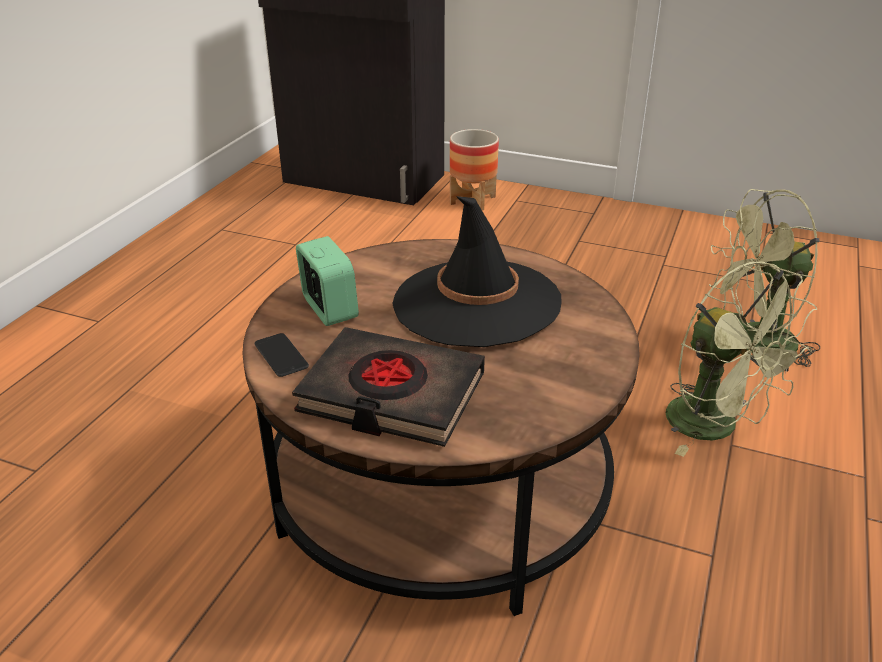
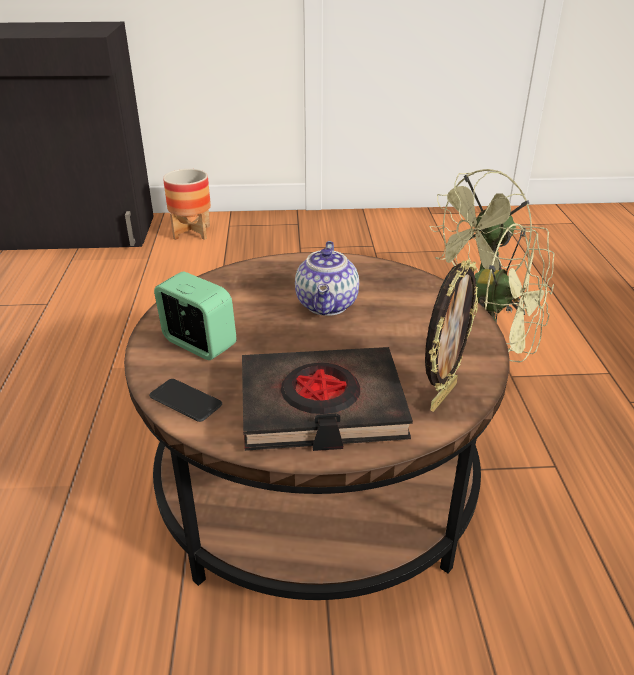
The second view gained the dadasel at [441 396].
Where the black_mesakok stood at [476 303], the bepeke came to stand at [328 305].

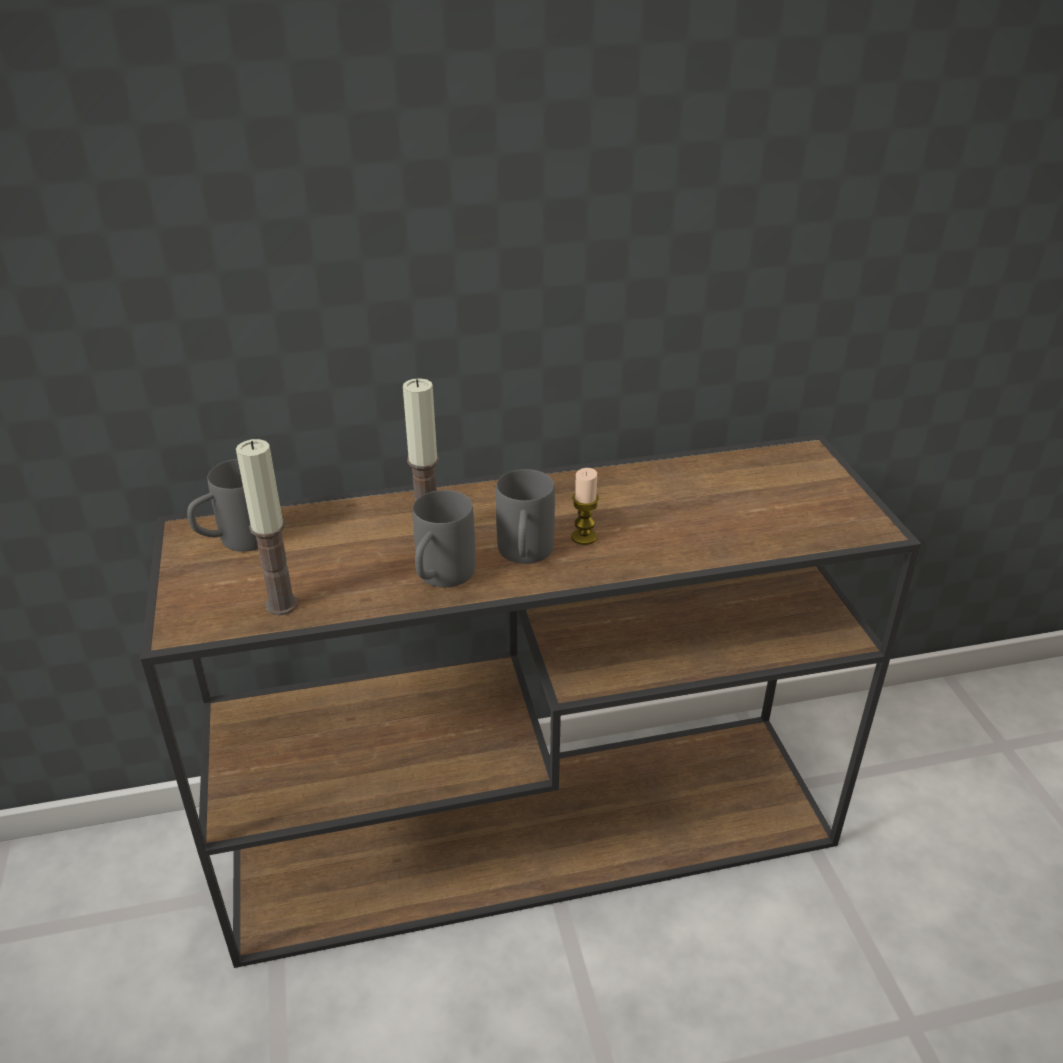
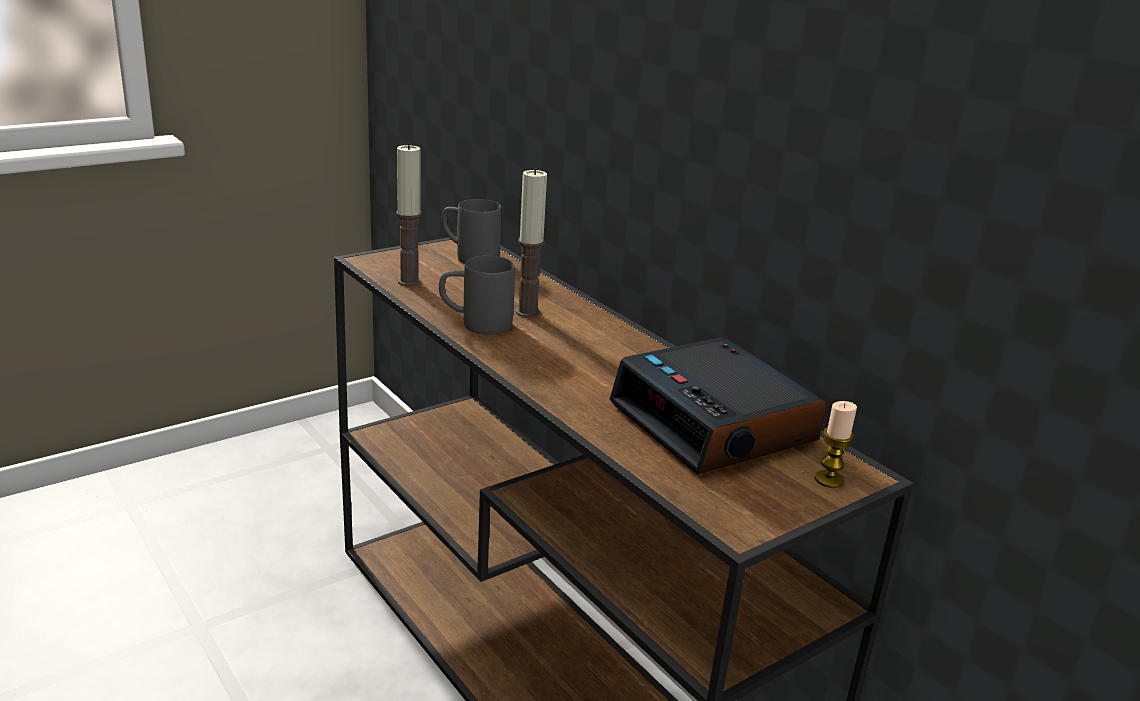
The second view lost the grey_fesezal at [524 556].
The second view gained the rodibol at [715 424].
The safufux ended up elsewhere, having gone from [584 537] to [829 479].

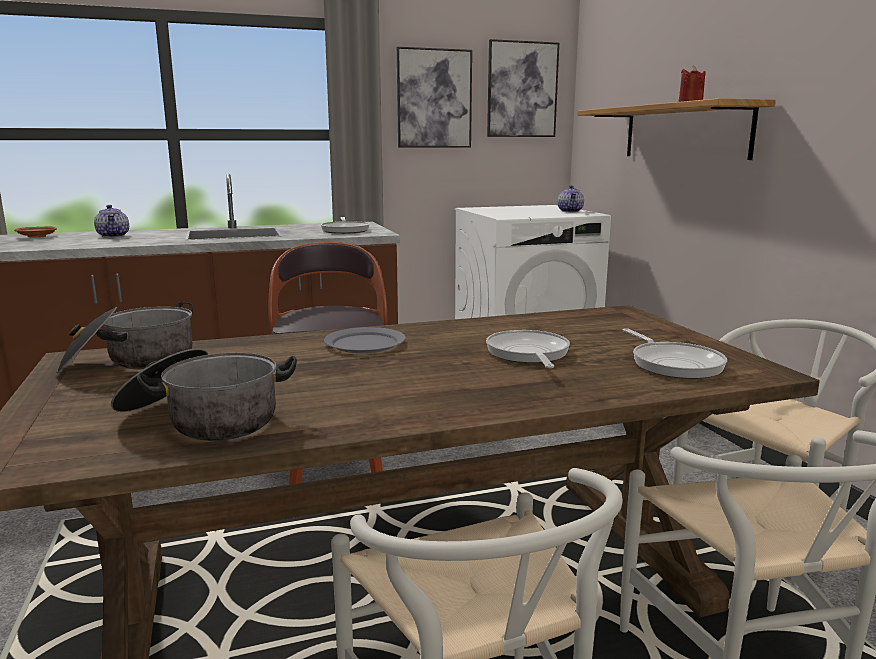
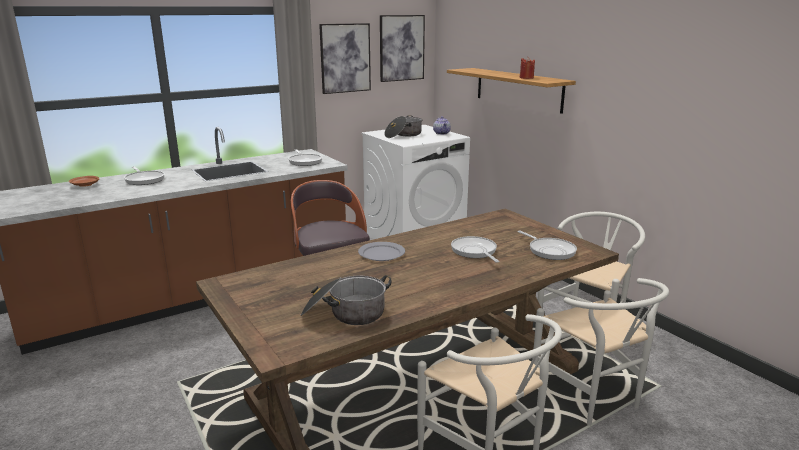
The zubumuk ended up elsewhere, having gone from [131 362] to [403 135].
Where the bepeke stood at [114 236], the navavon came to stand at [144 180].

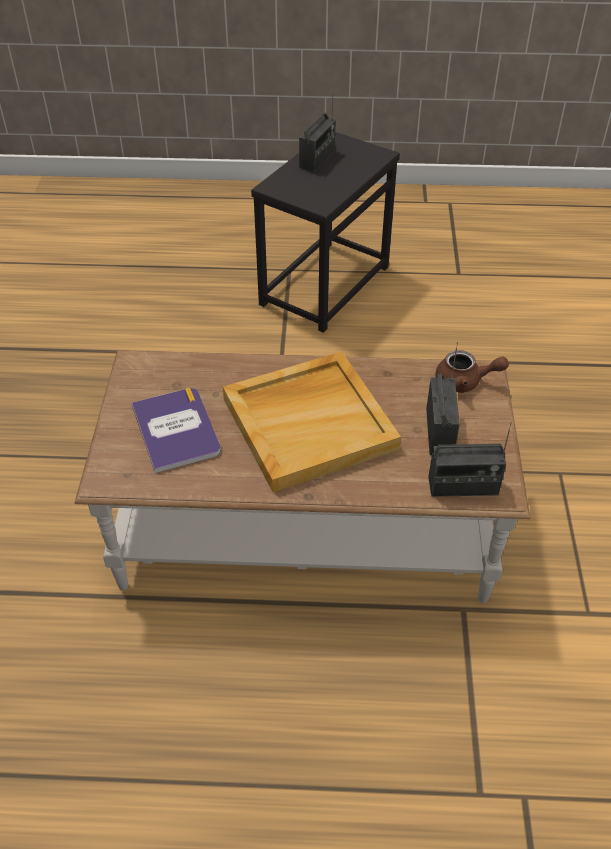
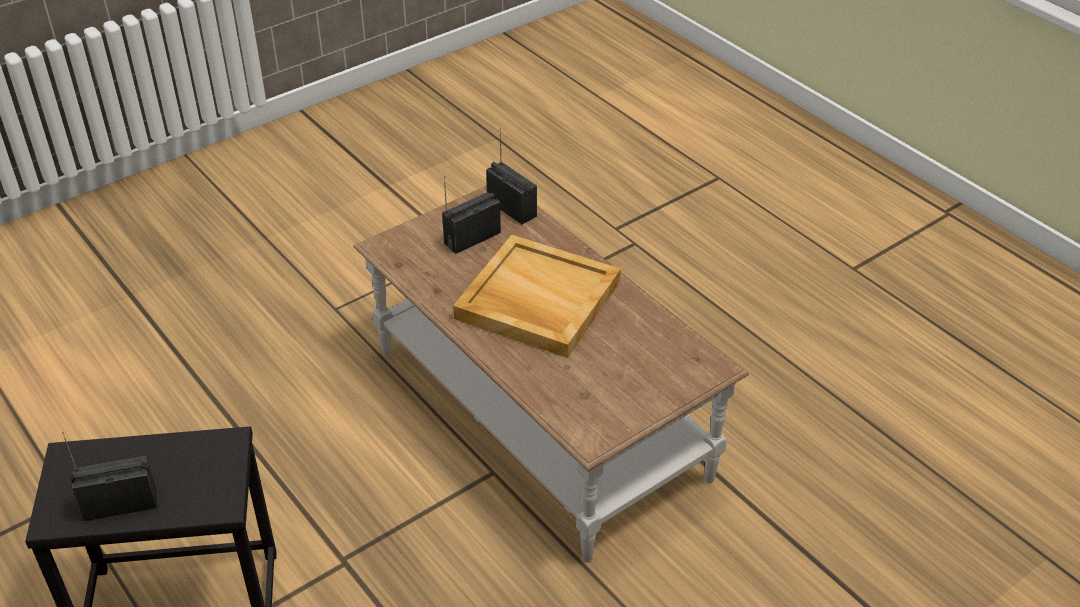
The second view lost the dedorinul at [176 430].
The second view lost the brown_bepeke at [465 382].

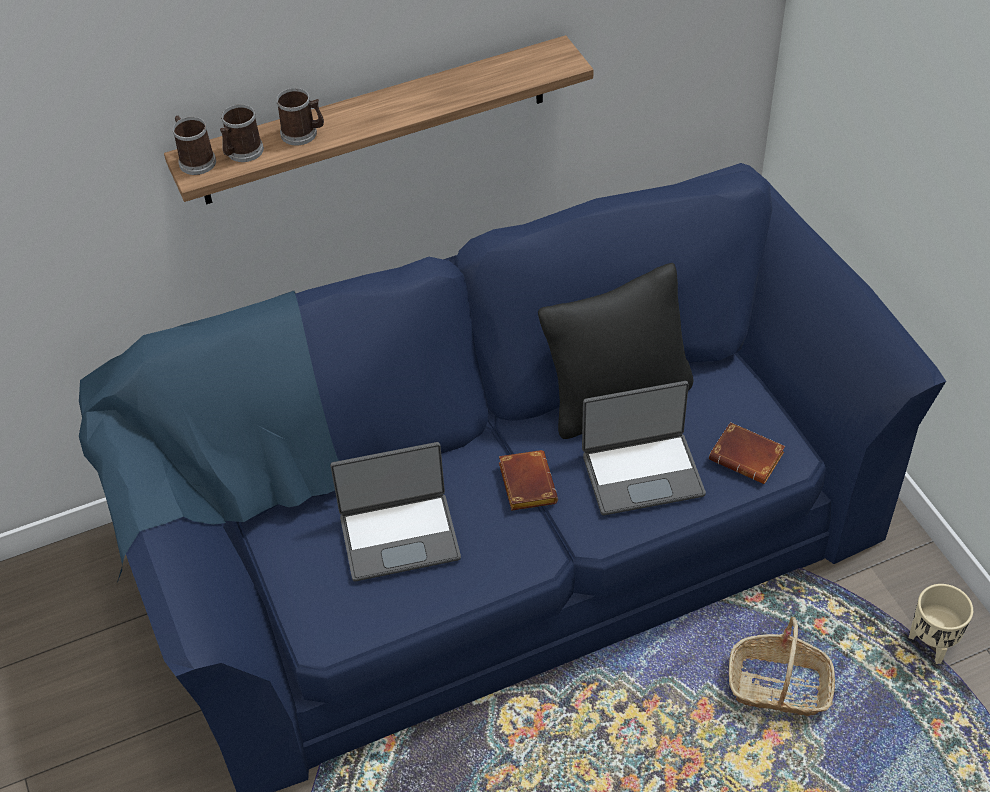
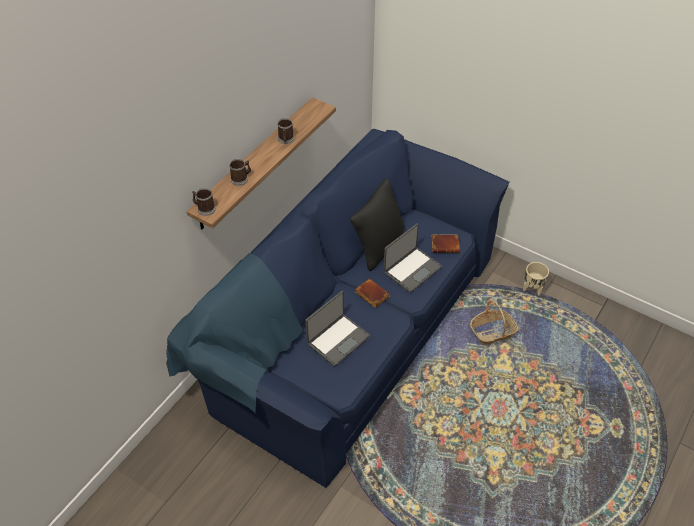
The fesezal ended up elsewhere, having gone from [242 152] to [285 139].

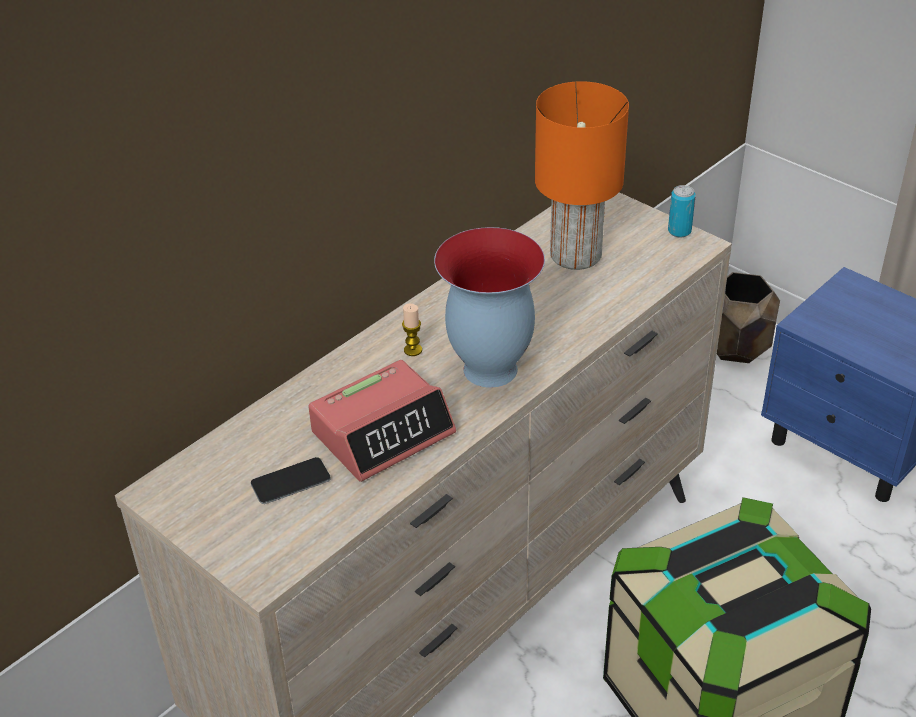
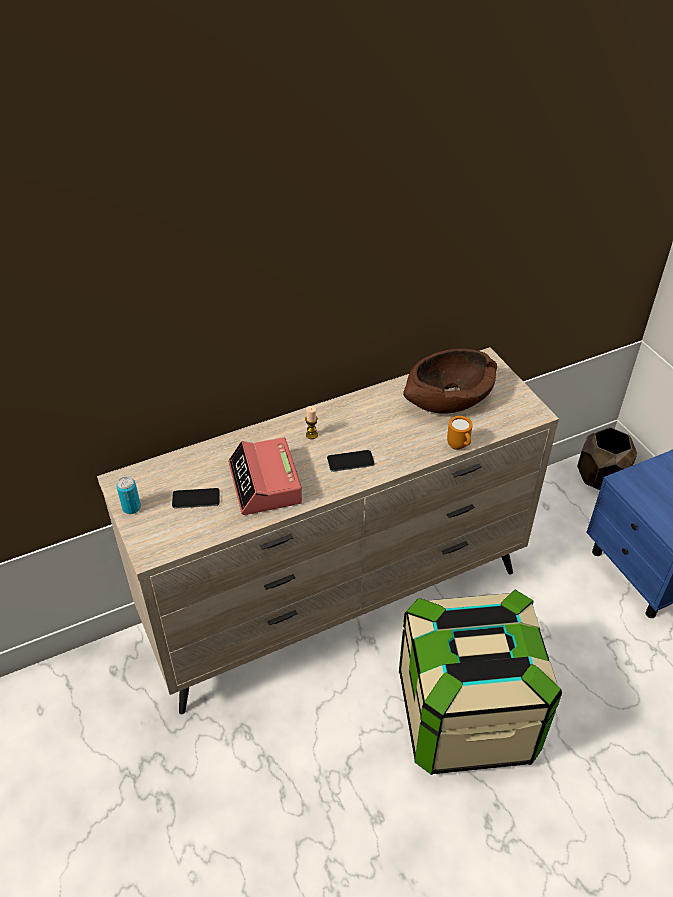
The second view gained the orange_fesezal at [459 447].
The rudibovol ended up elsewhere, having gone from [679 231] to [131 508].
Where the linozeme stood at [488 369], the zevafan came to stand at [350 461].
Where the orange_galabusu stood at [574 254], the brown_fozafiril came to stand at [448 397].
The rodibol at [383 432] ended up facing another way, 90 degrees clockwise from before.

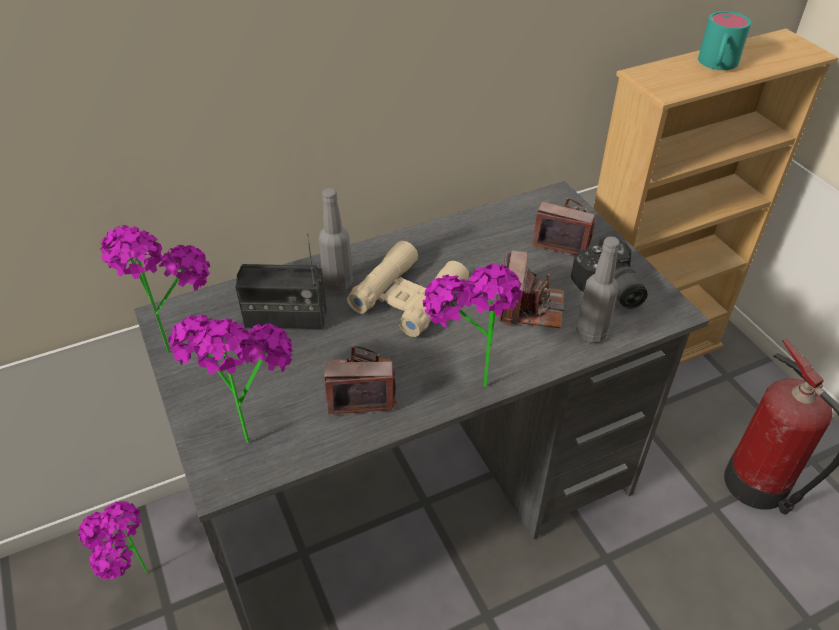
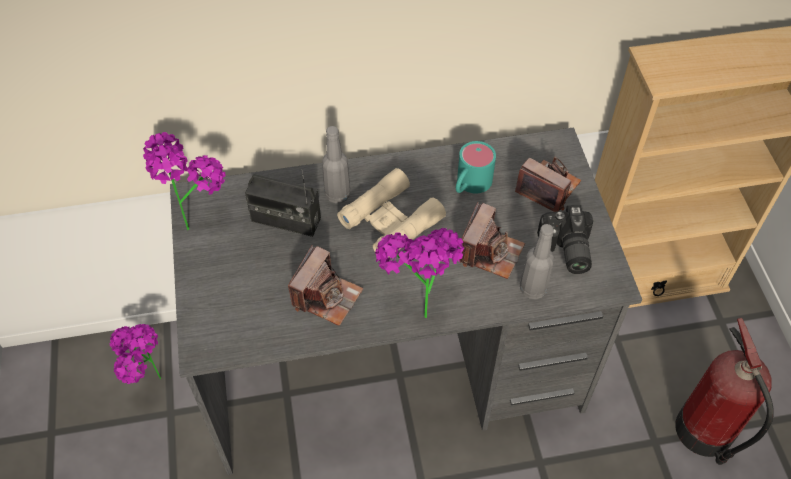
The second view lost the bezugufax at [246 425].
The turquoise_fesezal ended up elsewhere, having gone from [717 65] to [470 185].
The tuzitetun at [360 388] ended up facing another way, 105 degrees clockwise from before.

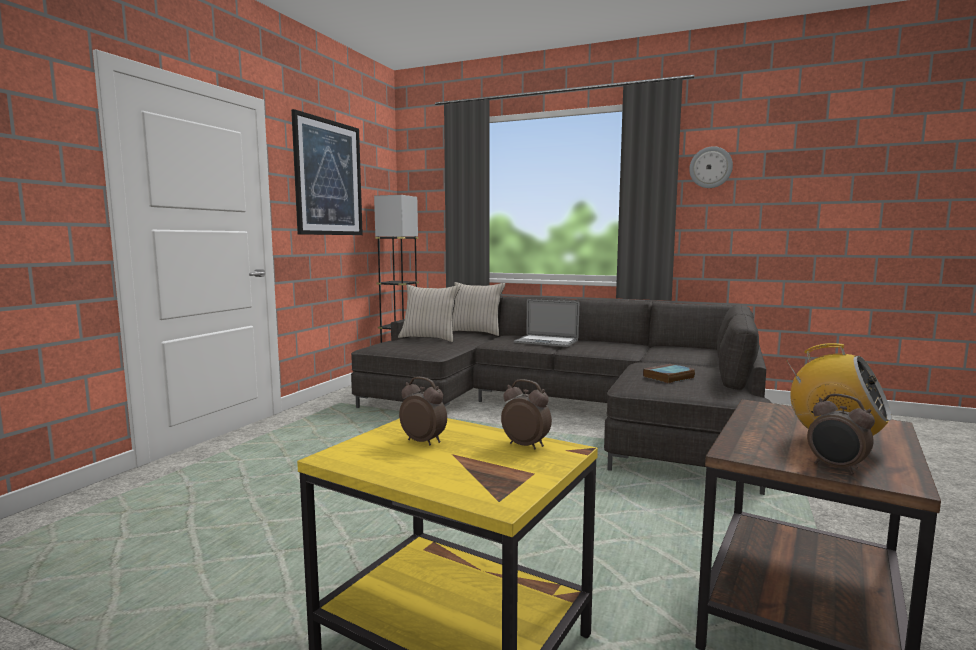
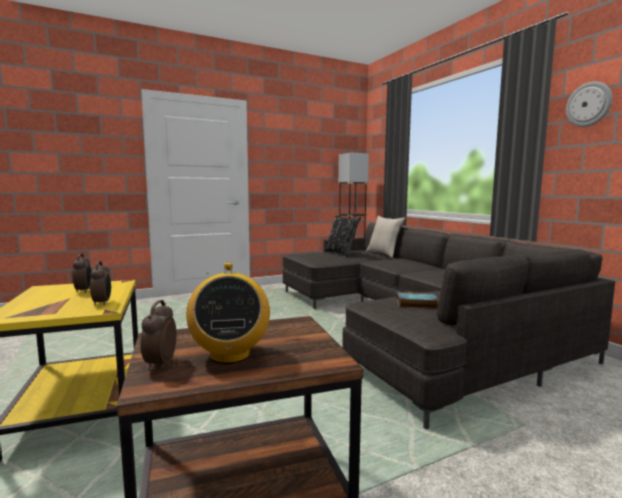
The second view lost the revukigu at [328 178].
The second view lost the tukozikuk at [546 341].
What was the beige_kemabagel at [429 338] turned into the black_kemabagel at [341 253].

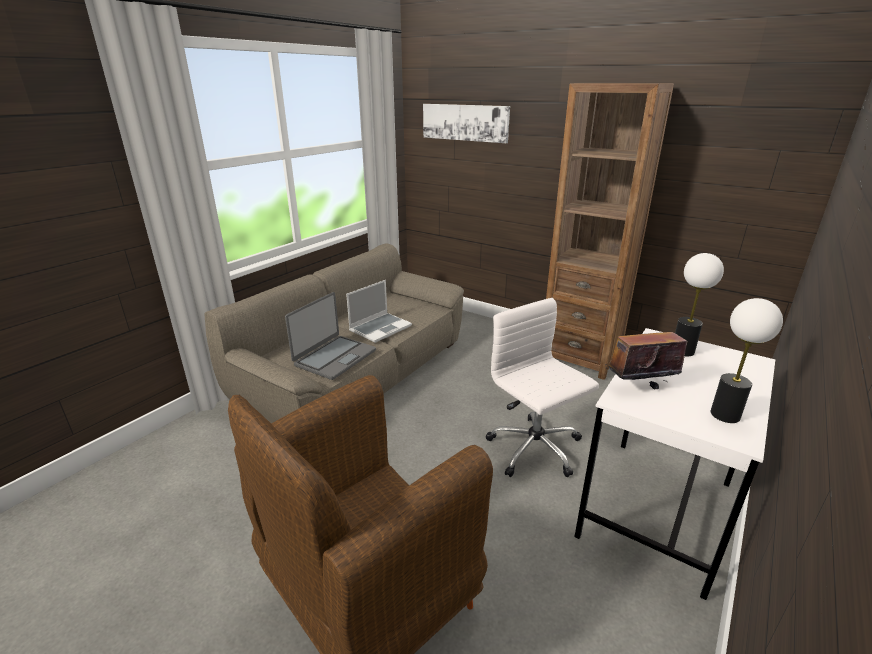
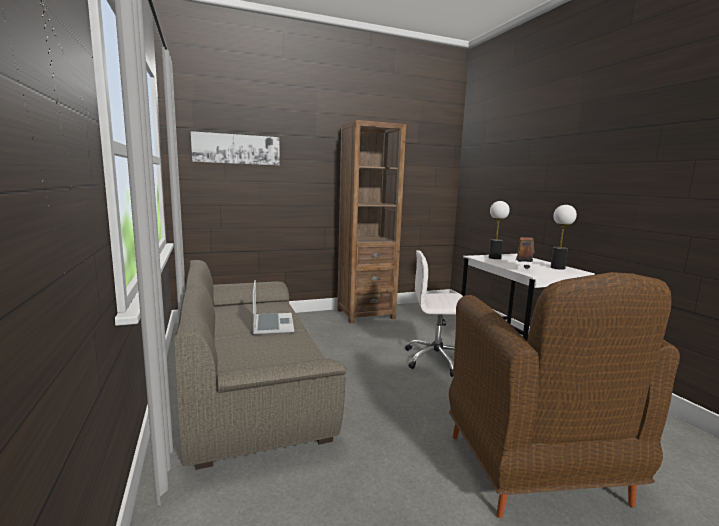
The second view lost the tukozikuk at [334 357].

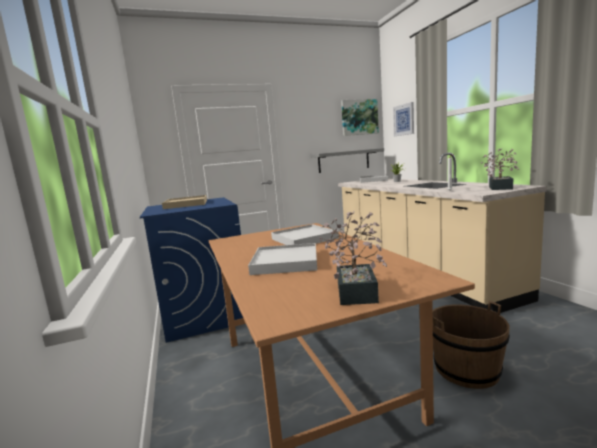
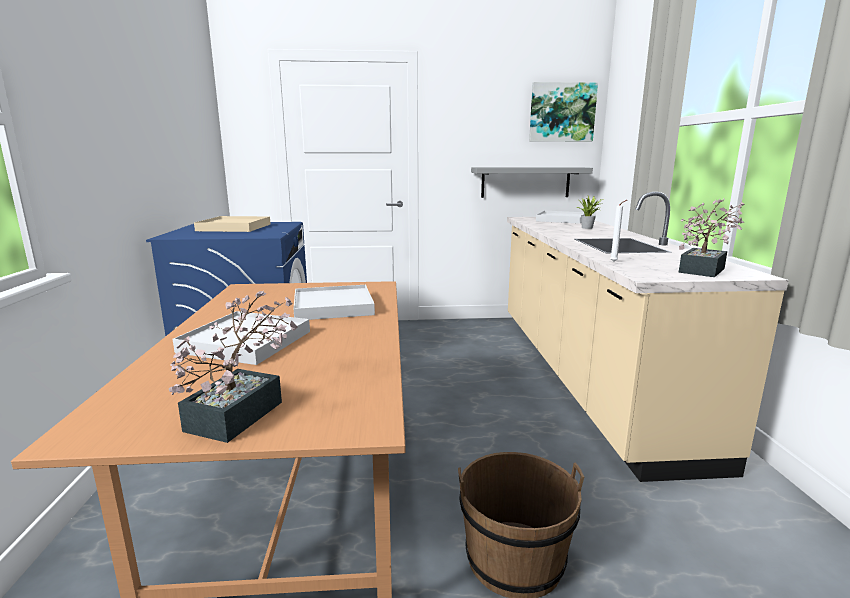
The second view lost the revukigu at [404 119].

